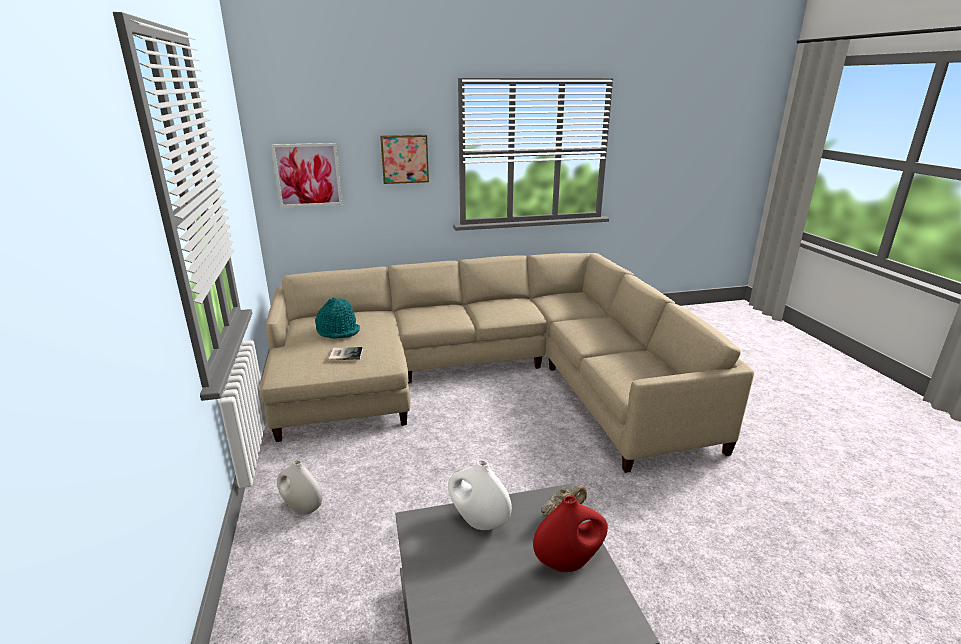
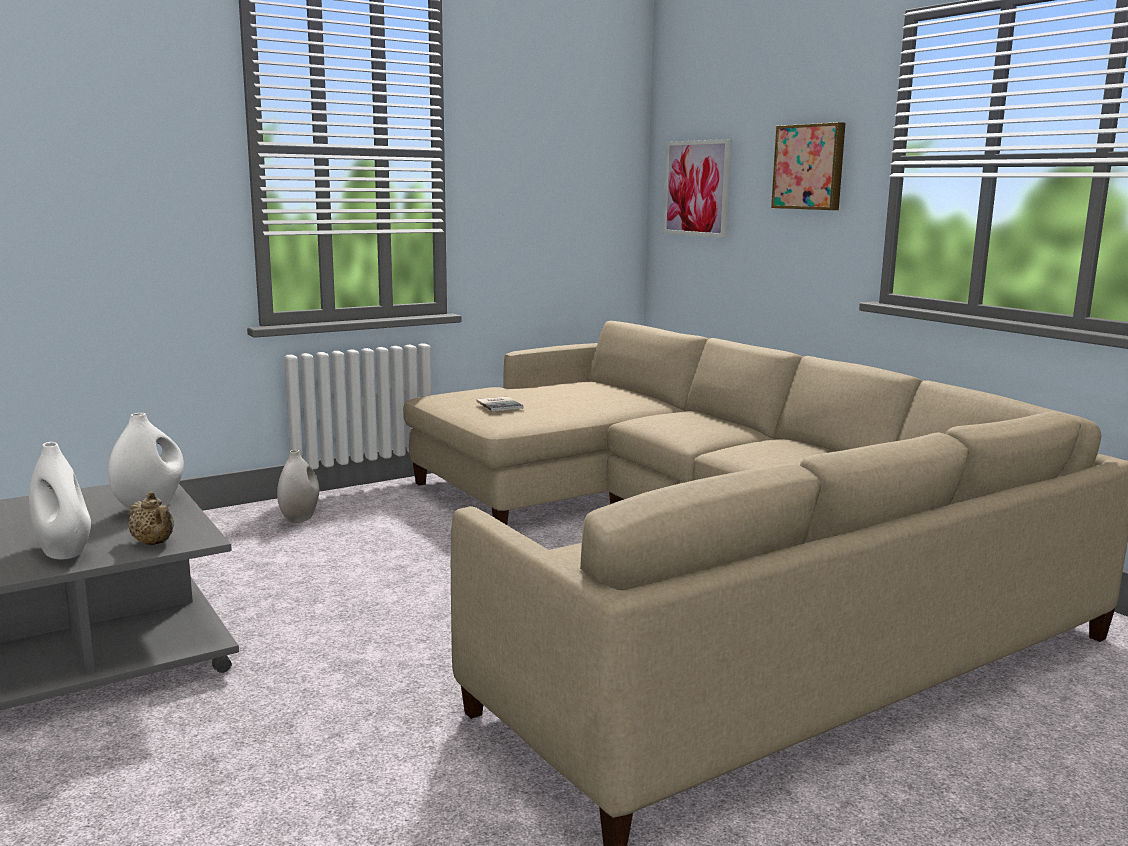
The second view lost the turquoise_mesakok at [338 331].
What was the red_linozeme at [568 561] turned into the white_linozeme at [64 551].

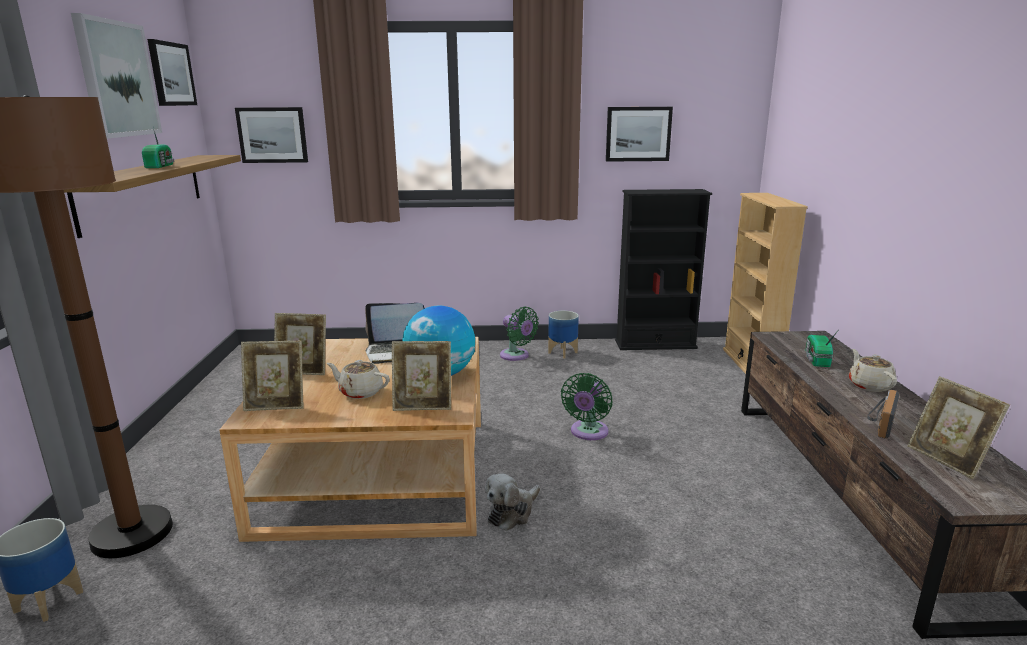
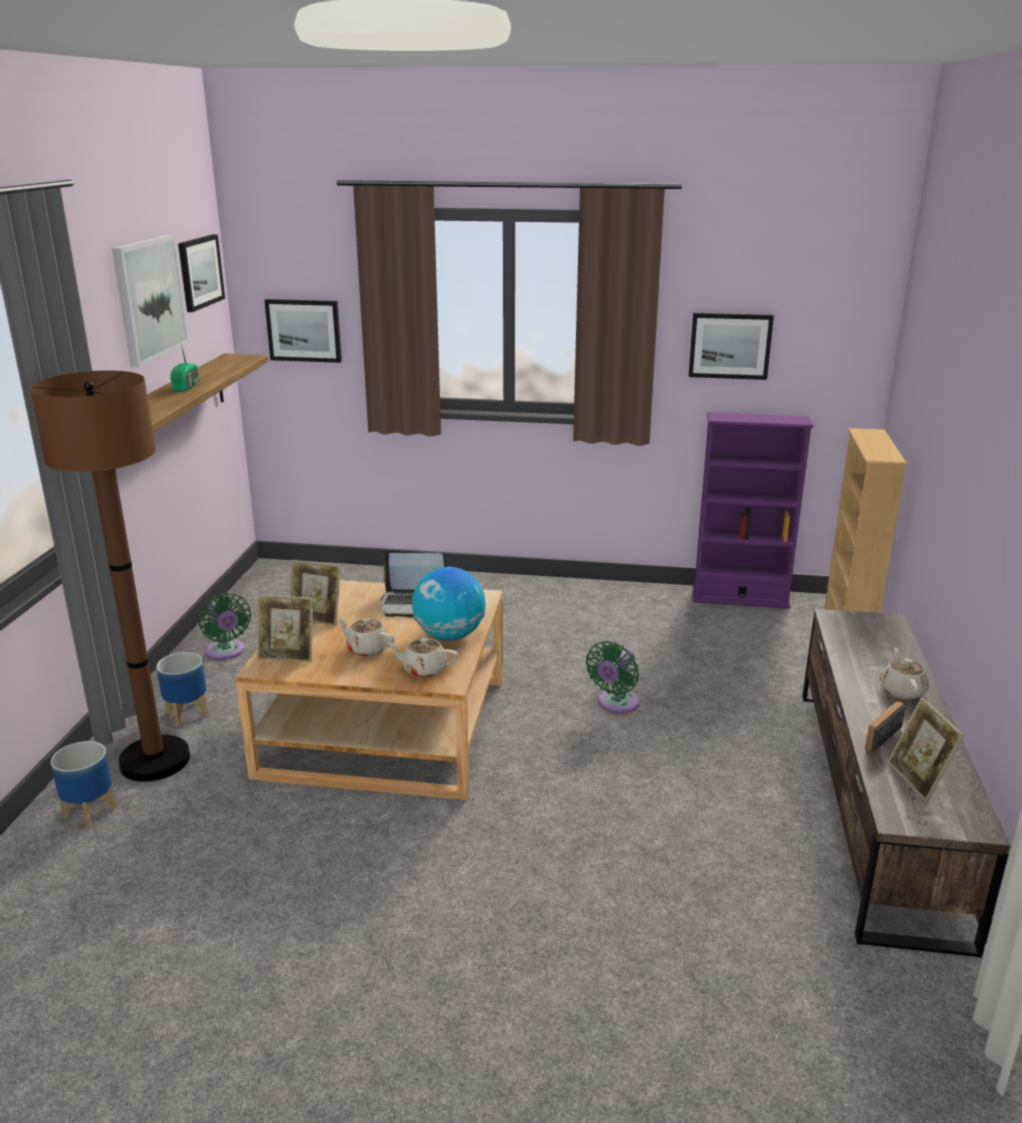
The second view lost the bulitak at [512 512].
The second view lost the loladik at [816 360].
The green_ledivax ended up elsewhere, having gone from [516 356] to [226 652].
The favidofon ended up elsewhere, having gone from [563 352] to [188 713].
Where the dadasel stood at [423 405], the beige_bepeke came to stand at [424 670].
What was the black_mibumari at [655 344] turned into the purple_mibumari at [740 598].

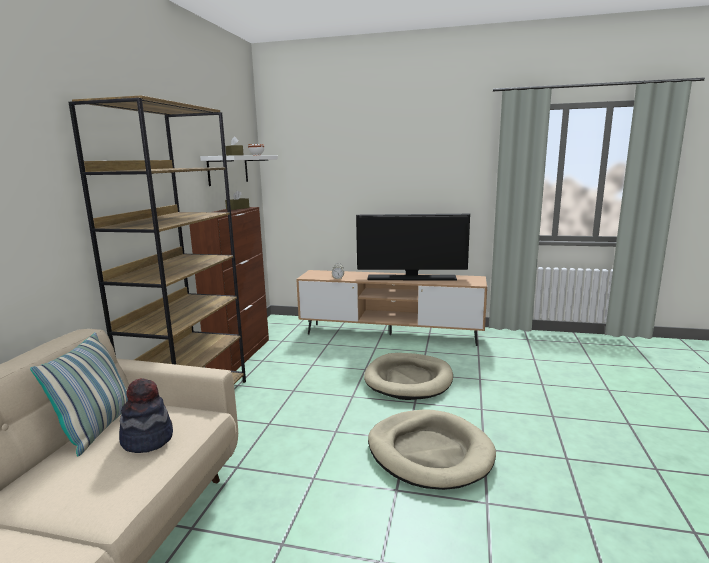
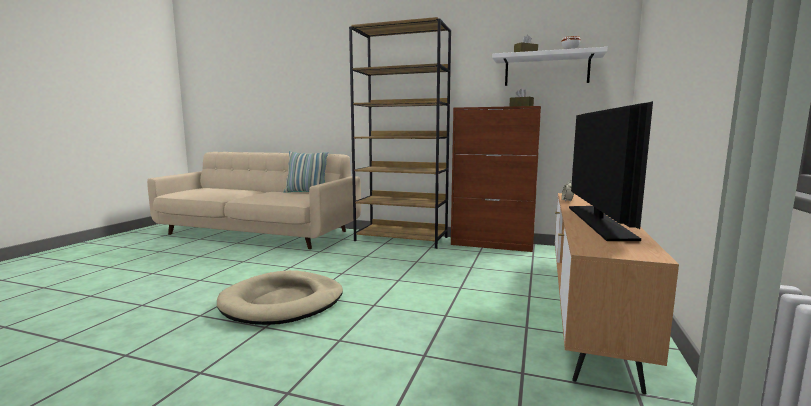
The second view lost the mesakok at [147 439].
The second view lost the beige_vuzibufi at [408 379].

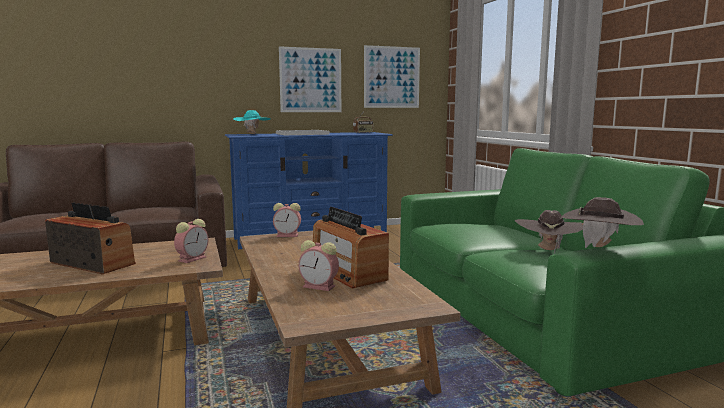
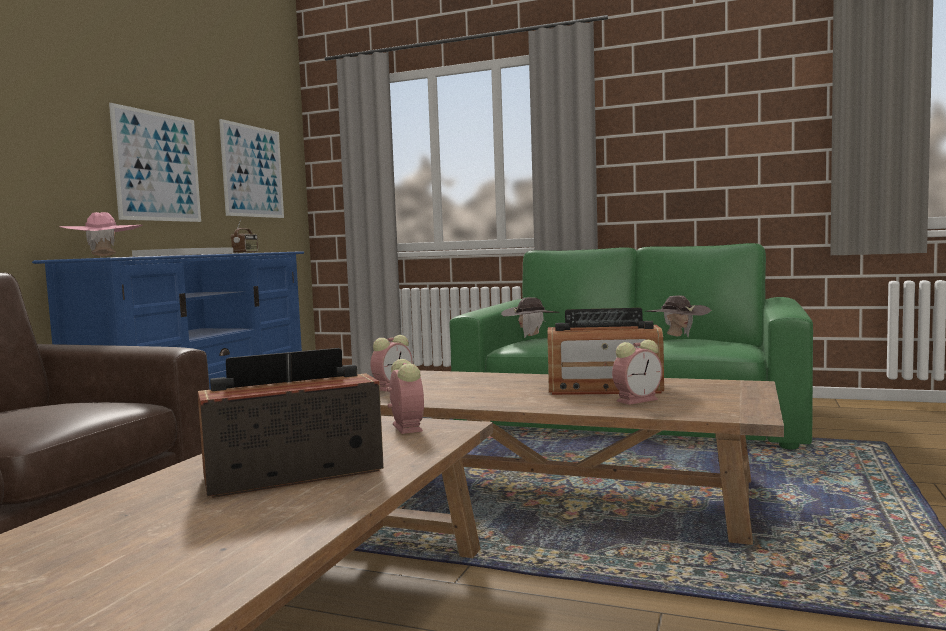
The brown_mesakok ended up elsewhere, having gone from [599 248] to [531 336].
What was the turquoise_mesakok at [252 134] turned into the pink_mesakok at [104 257].

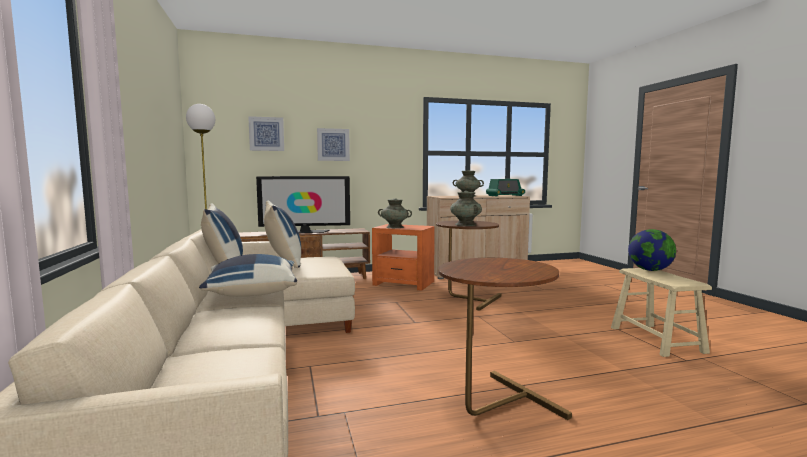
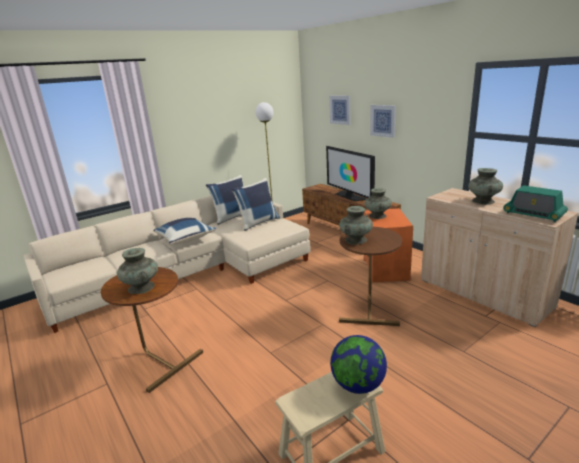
The second view gained the turquoise_linozeme at [141 287].

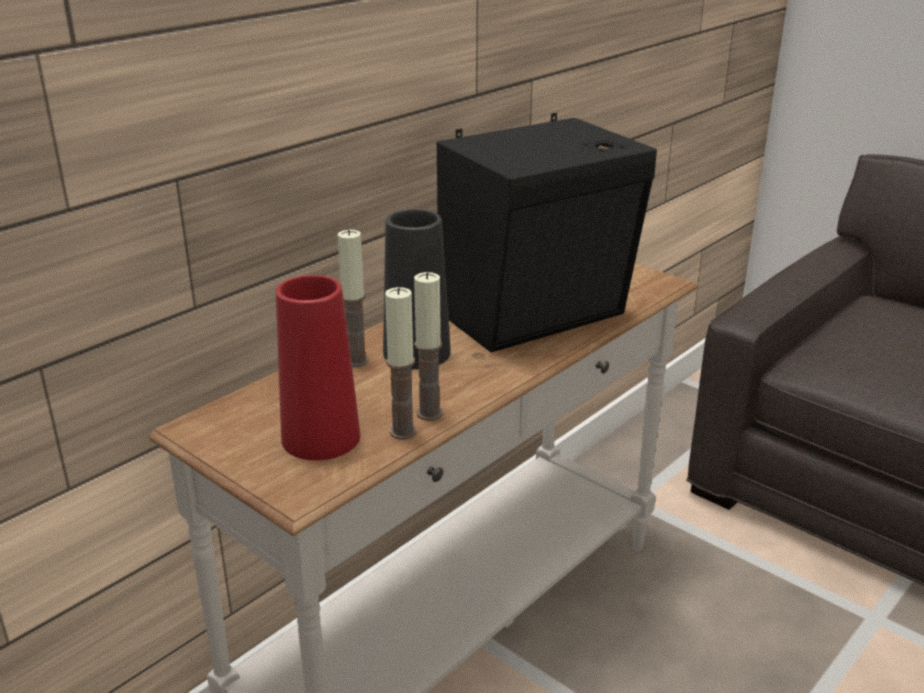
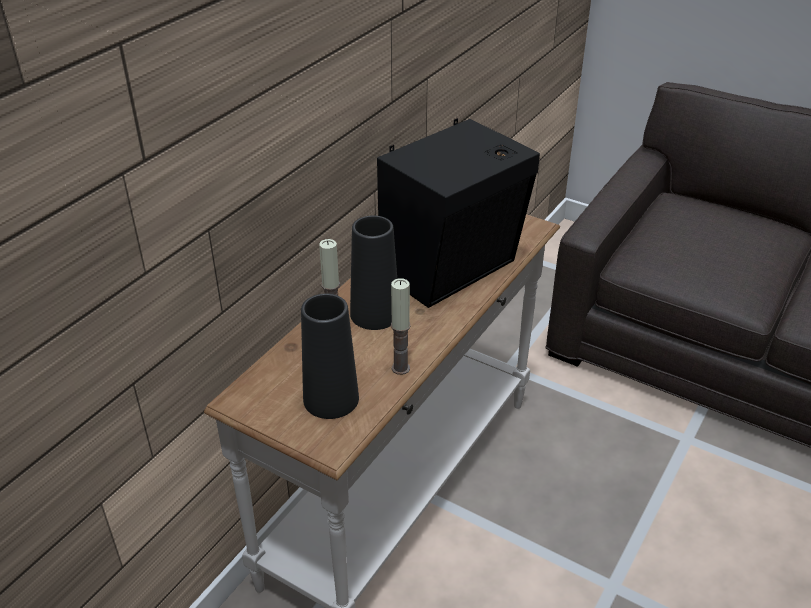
The second view lost the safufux at [403 432].
What was the red_linozeme at [321 438] turned into the black_linozeme at [331 399].

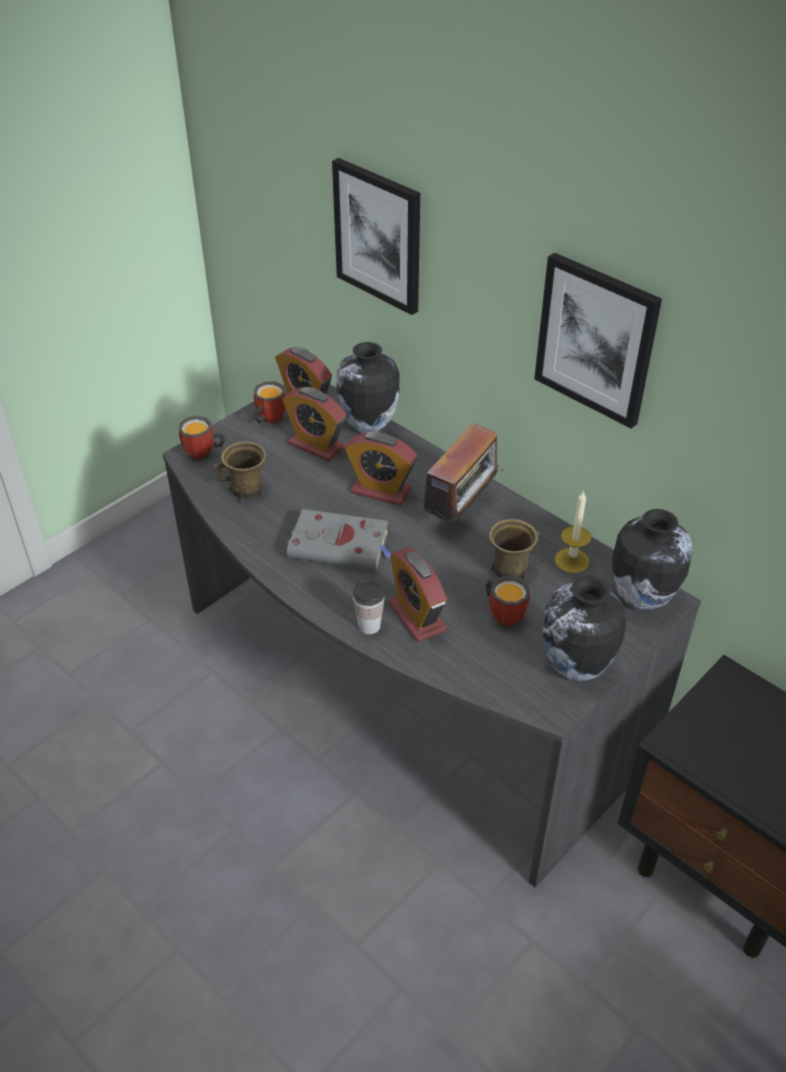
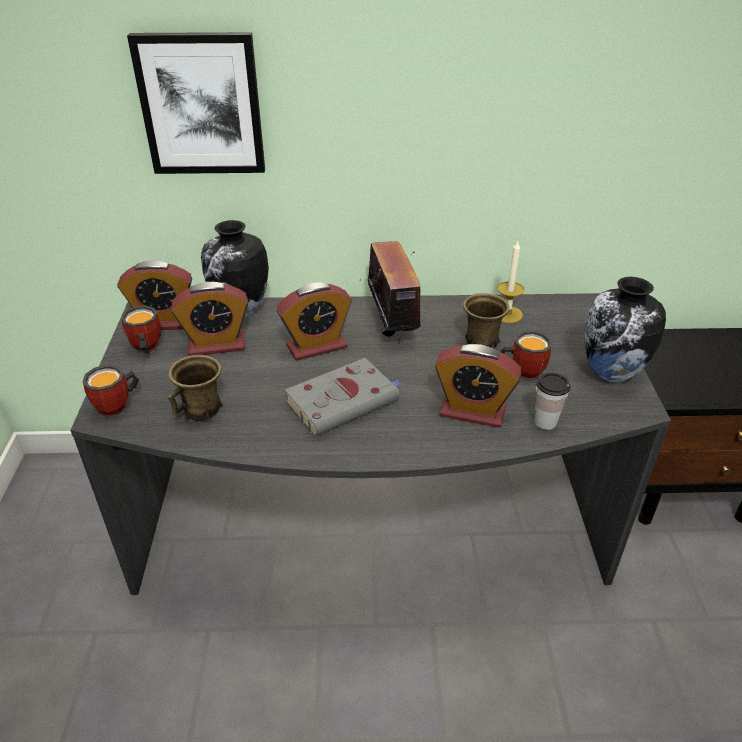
The second view lost the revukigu at [596 339].
The second view lost the linozeme at [641 599].
The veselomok ended up elsewhere, having gone from [369 626] to [545 422].

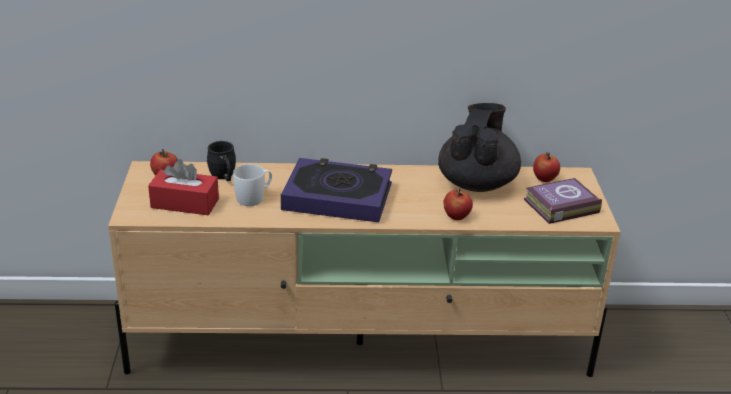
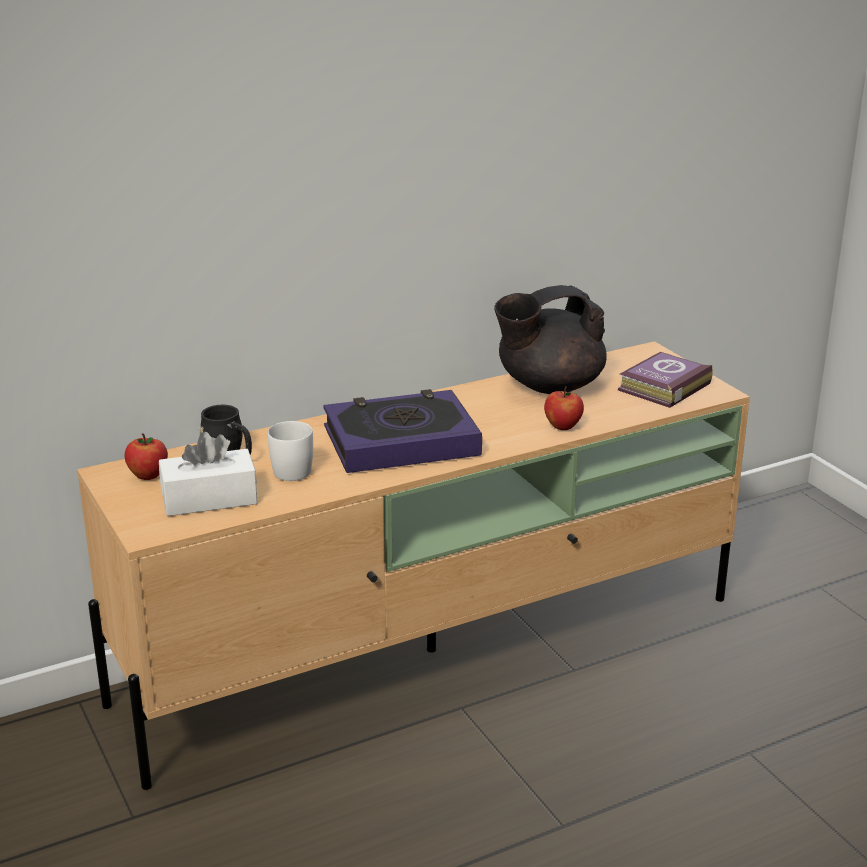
The second view lost the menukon at [544 179].
What was the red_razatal at [185 203] turned into the white_razatal at [209 499].
The black_bepeke at [477 183] ended up facing another way, 105 degrees counterclockwise from before.

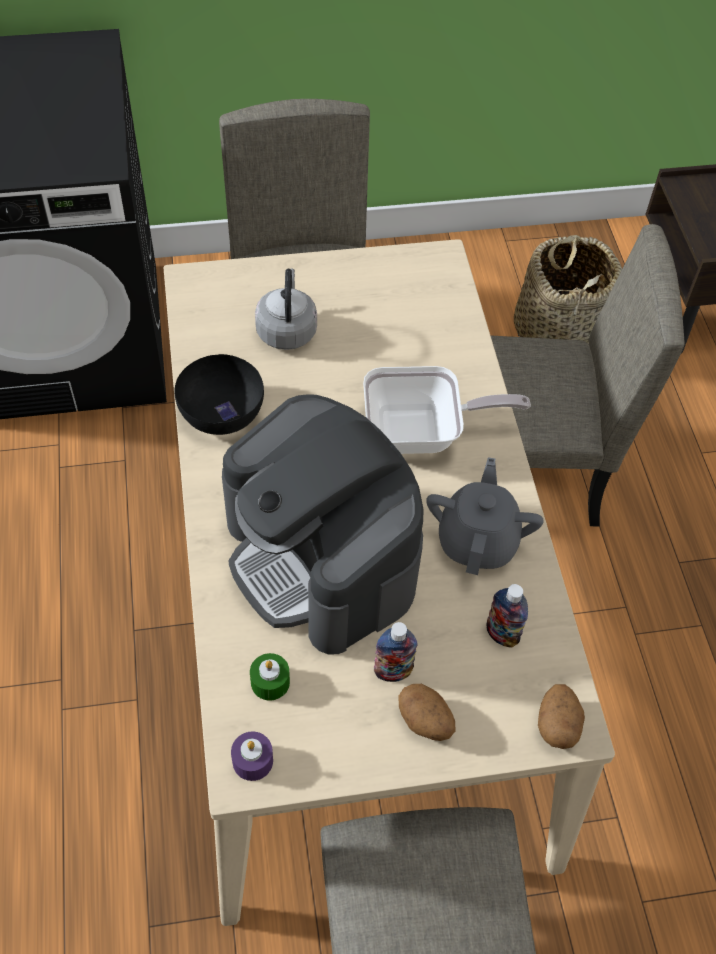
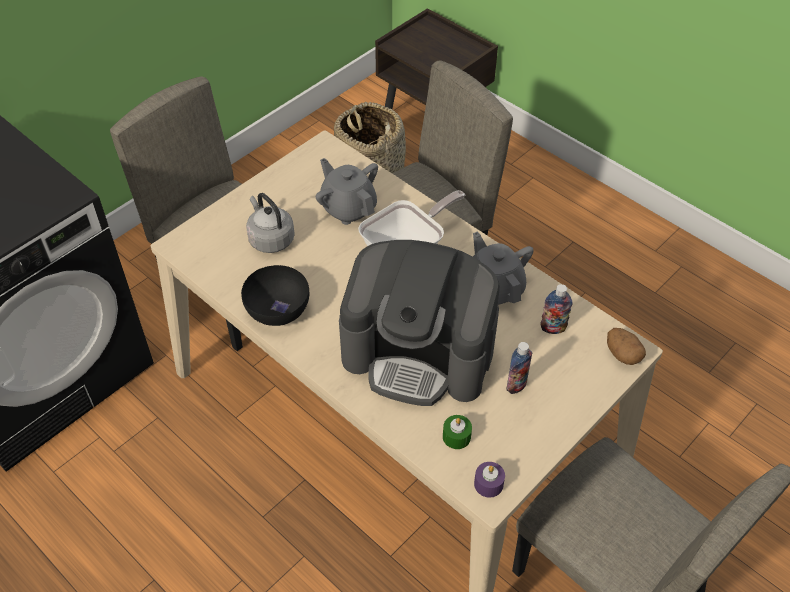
The second view lost the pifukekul at [425 721].
The second view gained the grey_bepeke at [348 208].

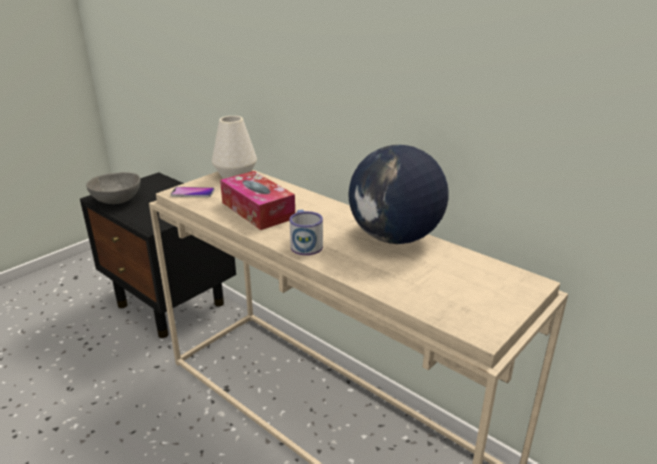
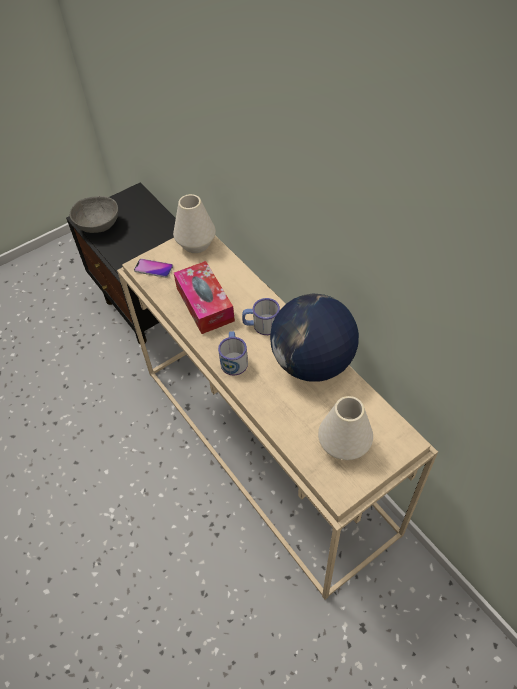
The second view gained the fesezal at [261 325].
The second view gained the white_linozeme at [344 444].

